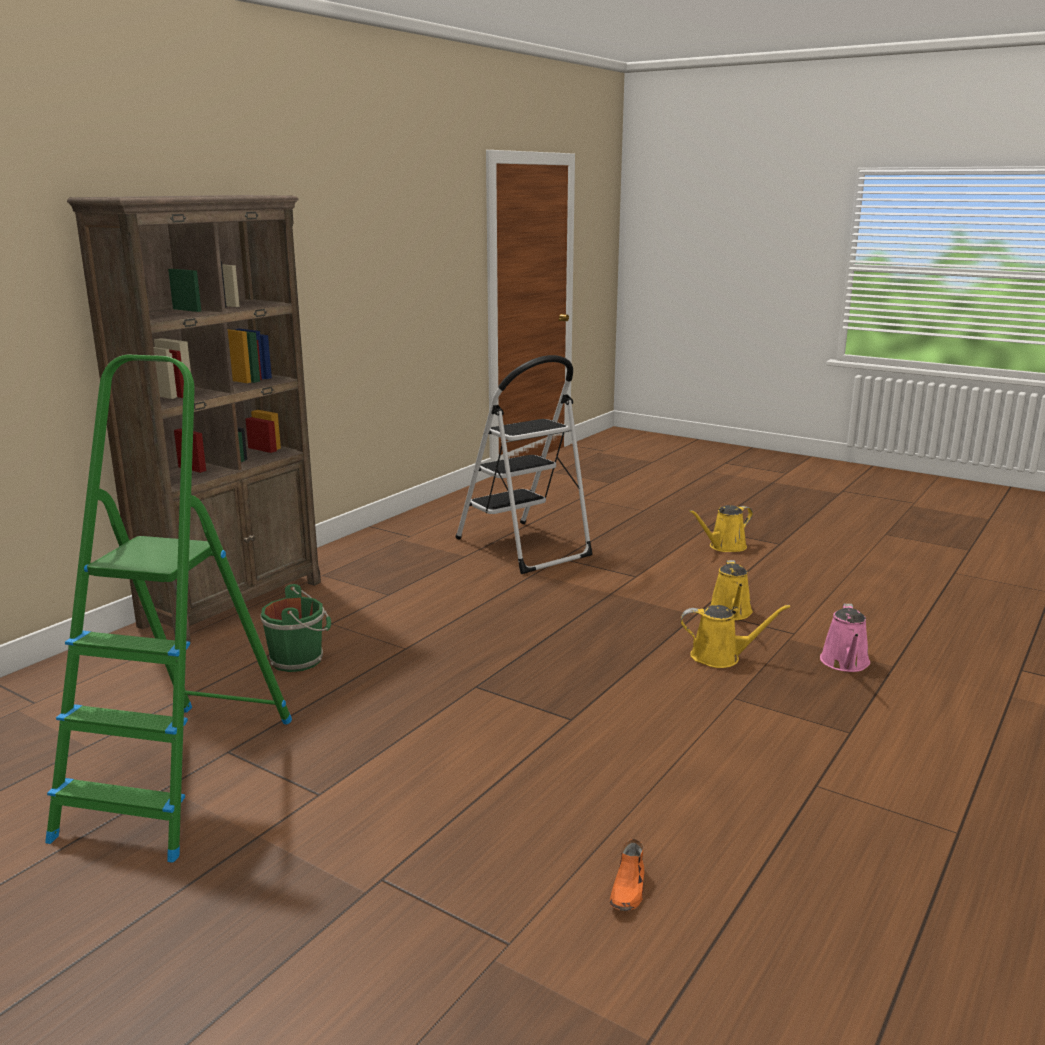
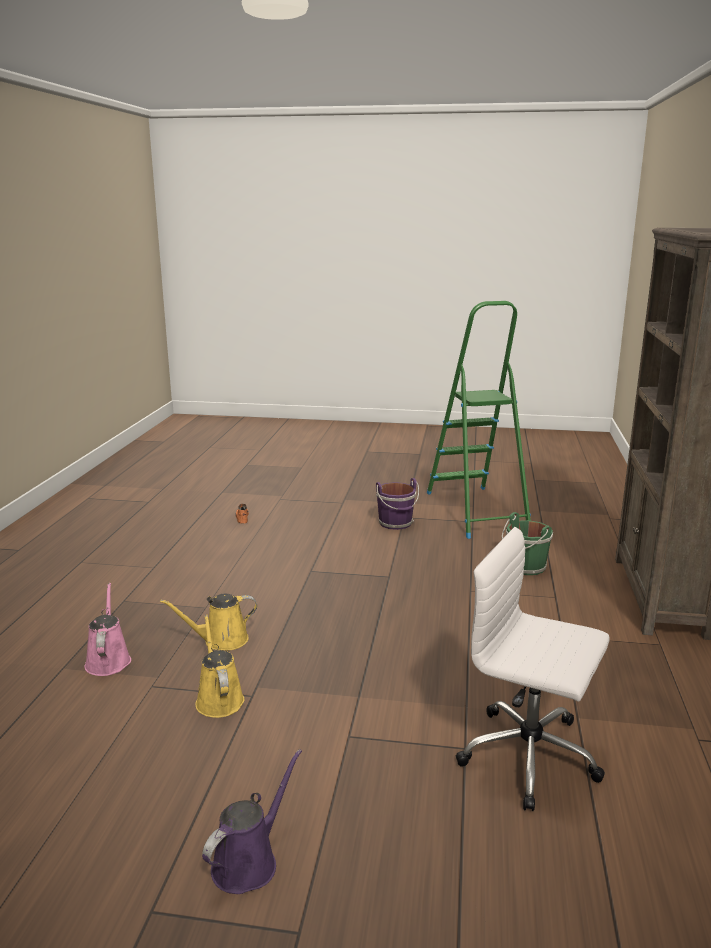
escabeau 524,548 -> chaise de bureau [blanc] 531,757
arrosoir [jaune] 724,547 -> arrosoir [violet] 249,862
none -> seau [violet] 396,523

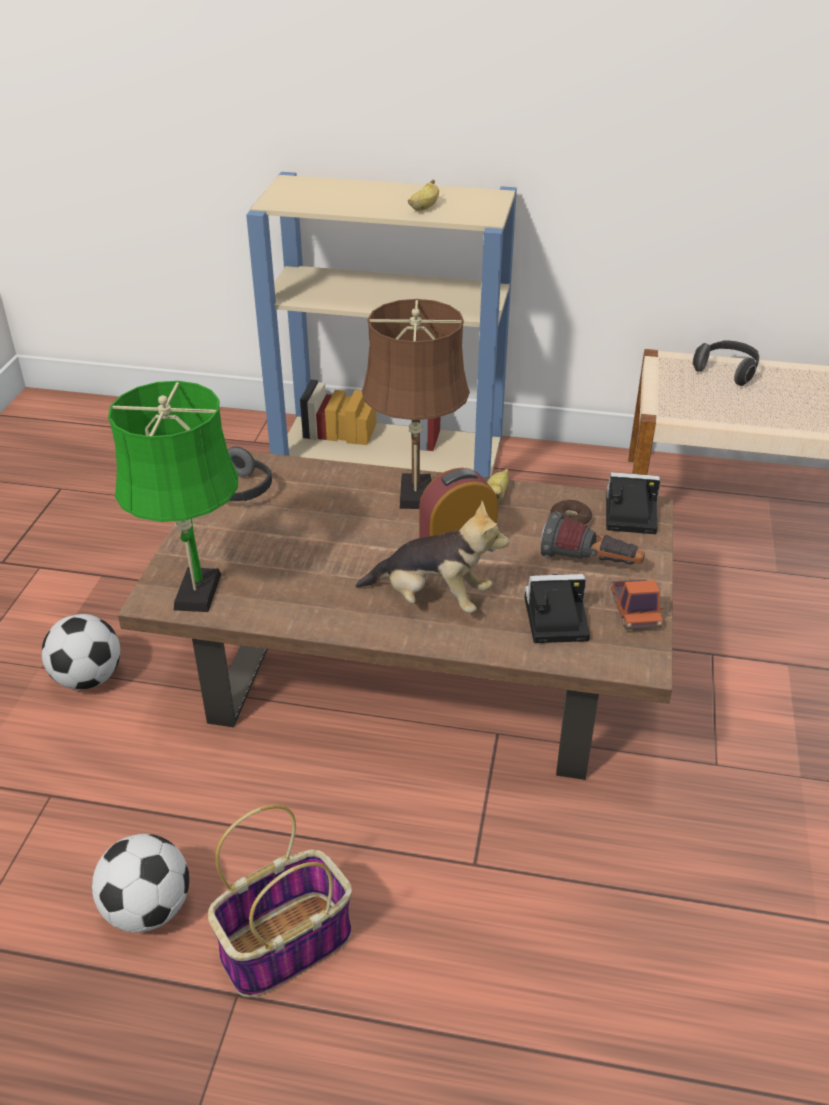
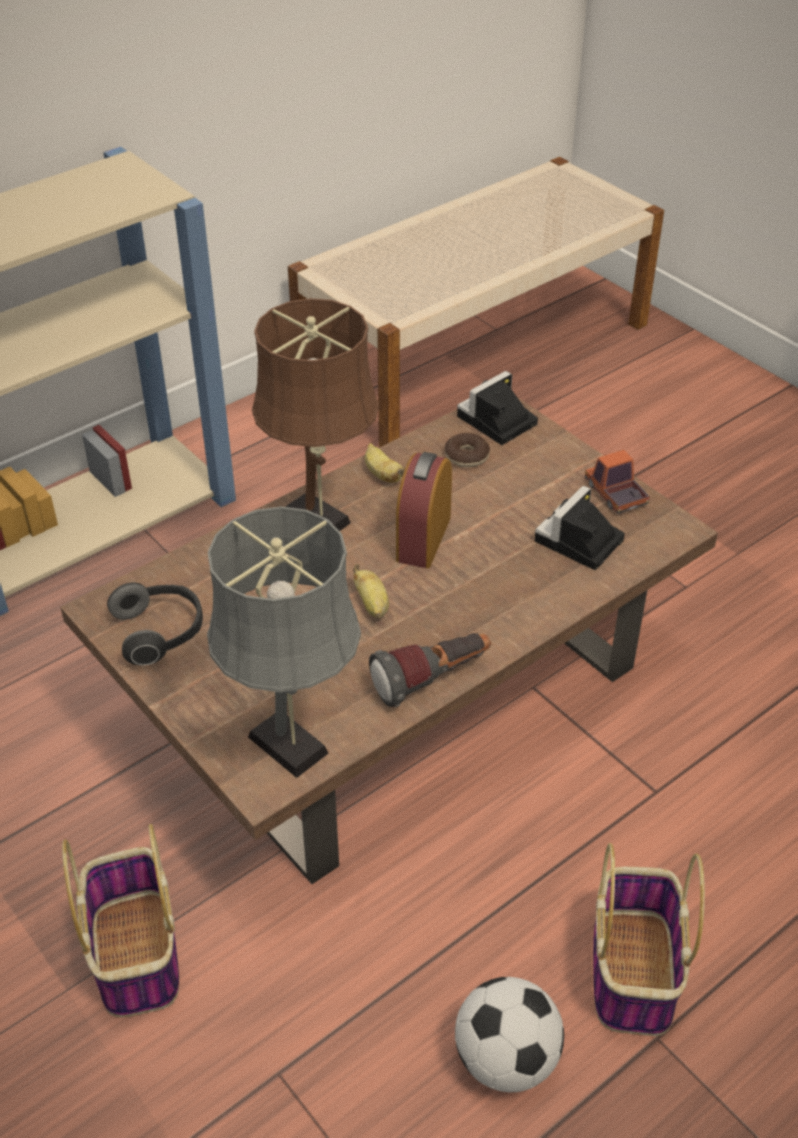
ballon de foot 88,678 -> panier 135,952
lampe de table [vert] 196,596 -> lampe de table [gris] 293,750
peluche 432,599 -> none
banane 424,208 -> banane 372,605, move
lampe de poche 590,563 -> lampe de poche 432,680, move
camion jouet 635,611 -> camion jouet 615,494, 150 degrees counterclockwise
casque audio 727,371 -> none

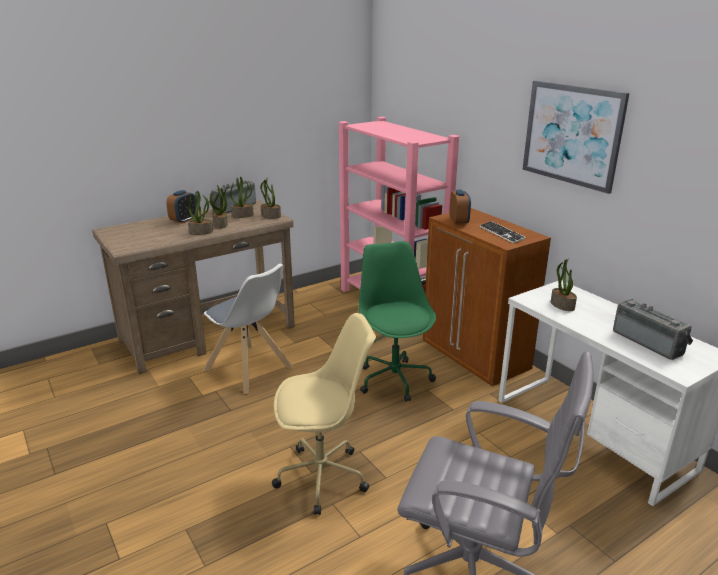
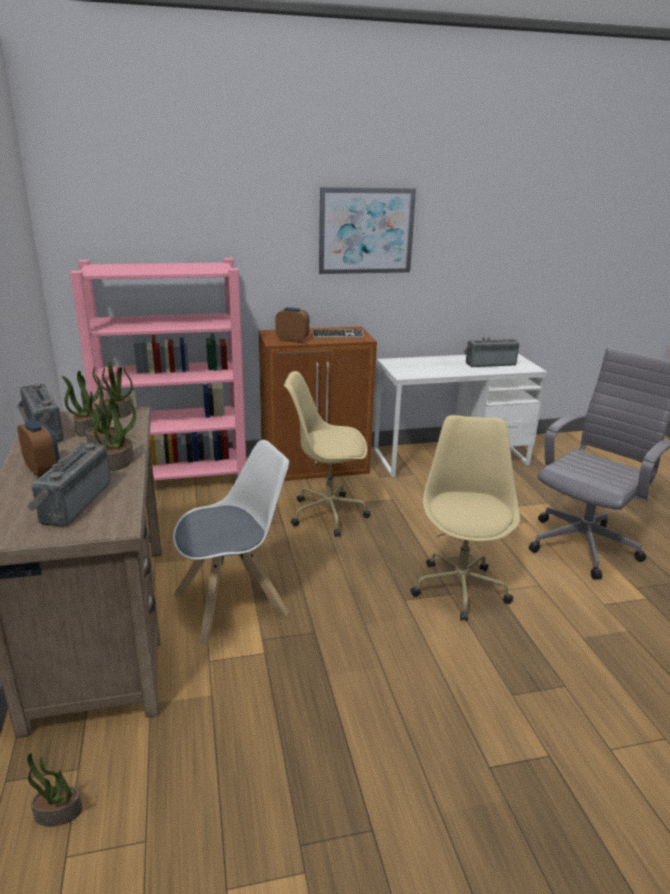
chaise de bureau [vert] 394,379 -> chaise de bureau [beige] 326,514
plante en pot 561,305 -> plante en pot 57,814, move
none -> radio 72,502

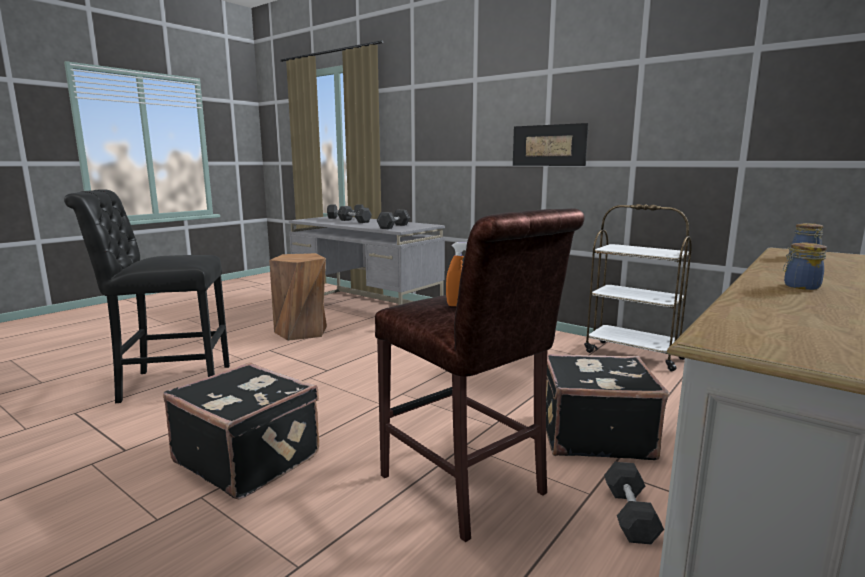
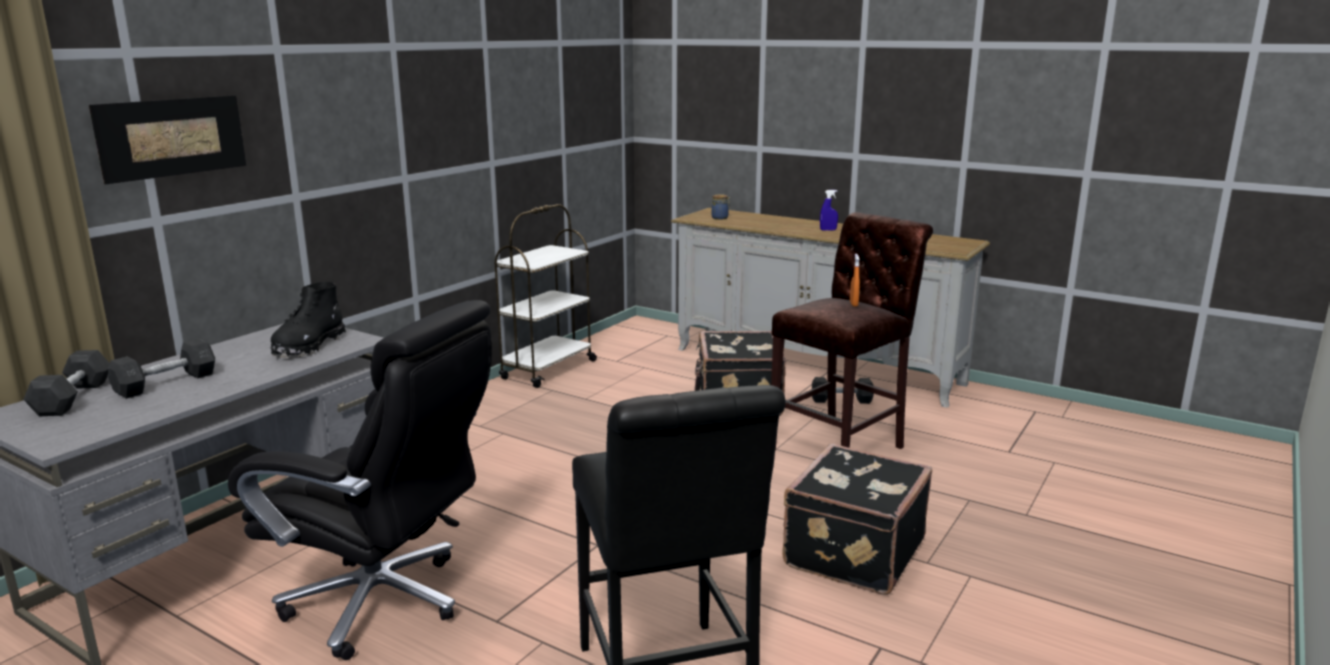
tabouret [marron] 302,332 -> chaise de bureau [noir] 386,605
haltère [gris] 394,226 -> botte [noir] 309,346
tableau 549,145 -> tableau 172,137, move
bocal 800,286 -> vaporisateur [bleu] 828,230

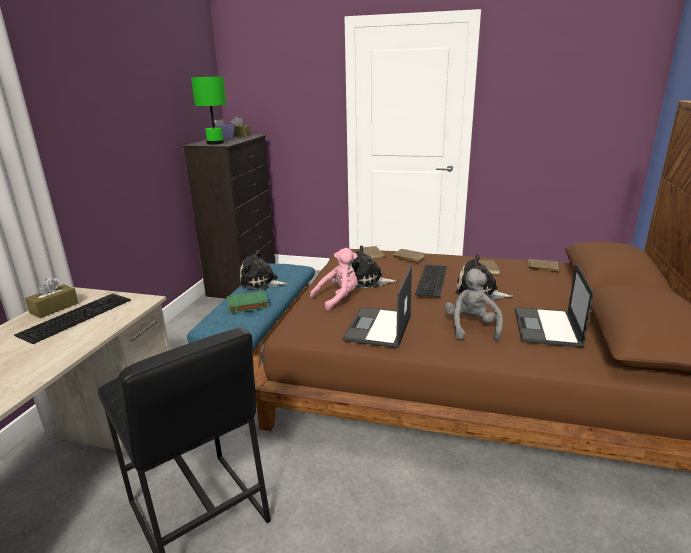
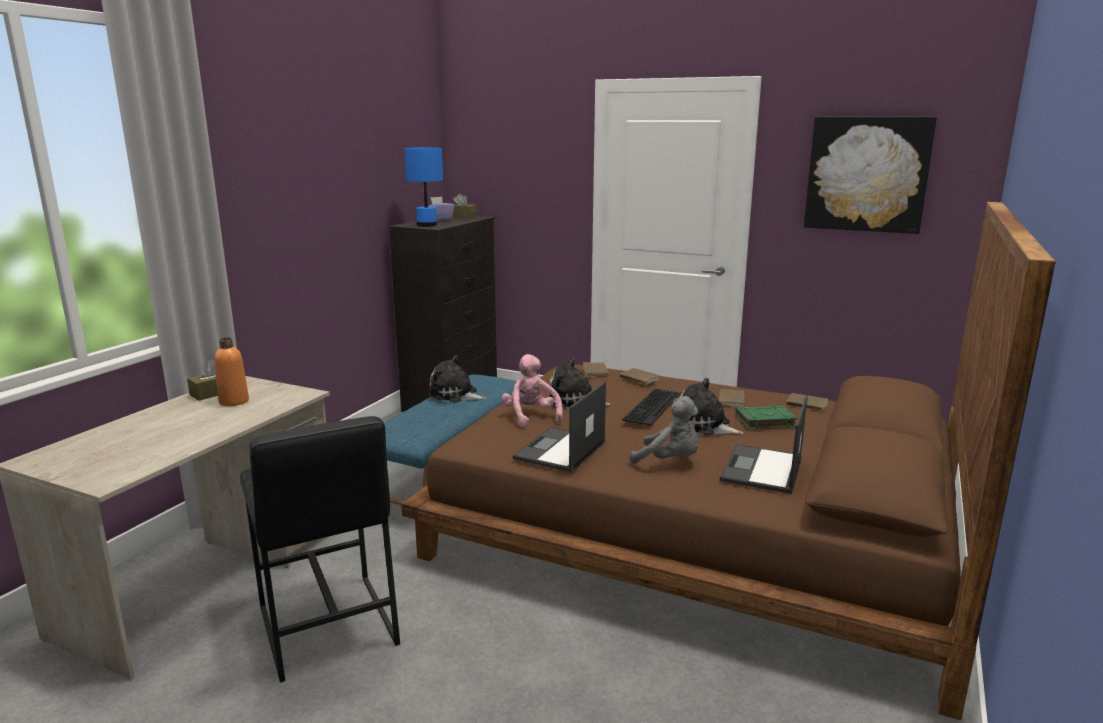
clavier 76,316 -> bouteille [orange] 234,401
lampe de table [vert] 215,143 -> lampe de table [bleu] 426,225
livre [vert] 247,305 -> livre [vert] 764,421, move
peluche [rose] 338,298 -> peluche [rose] 531,416, 90 degrees counterclockwise
peluche [gris] 471,327 -> peluche [gris] 669,461, 105 degrees clockwise
none -> tableau 867,174

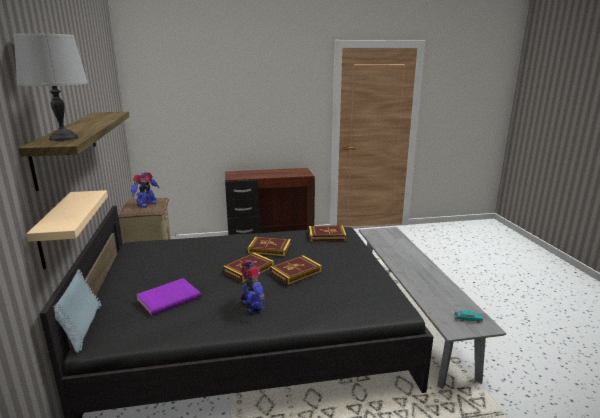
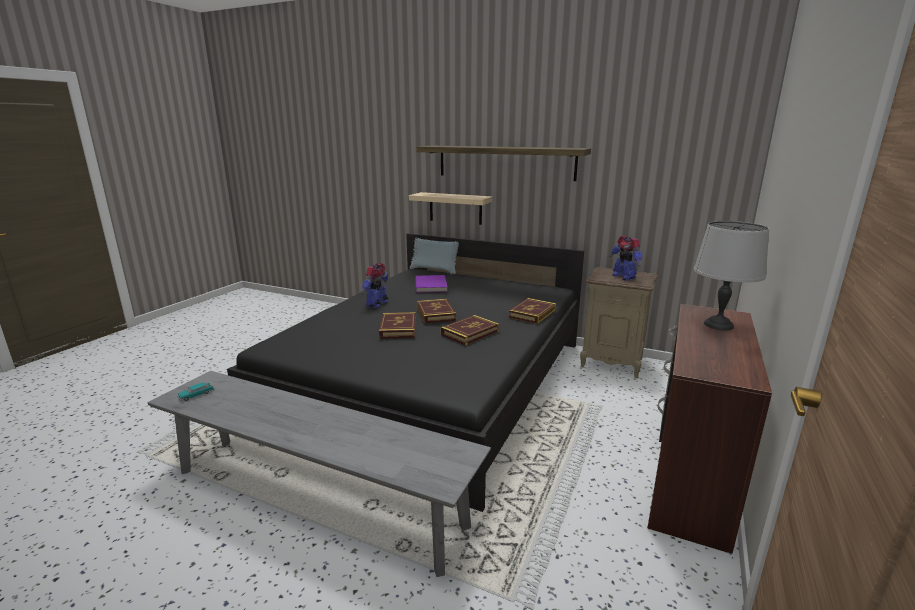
lampe de table [gris] 63,138 -> lampe de table [gris] 717,325, move
robot jouet 252,306 -> robot jouet 377,304, 105 degrees clockwise
livre 327,236 -> livre 532,313, move

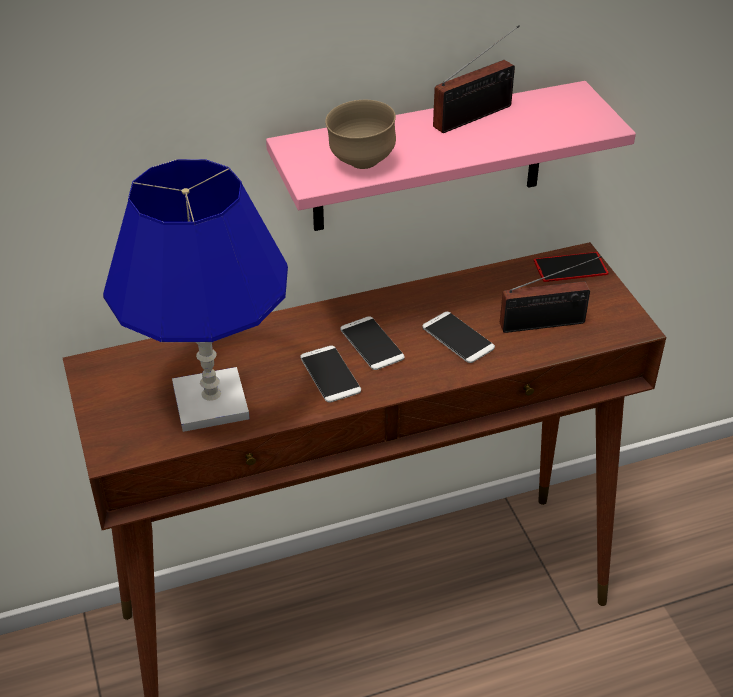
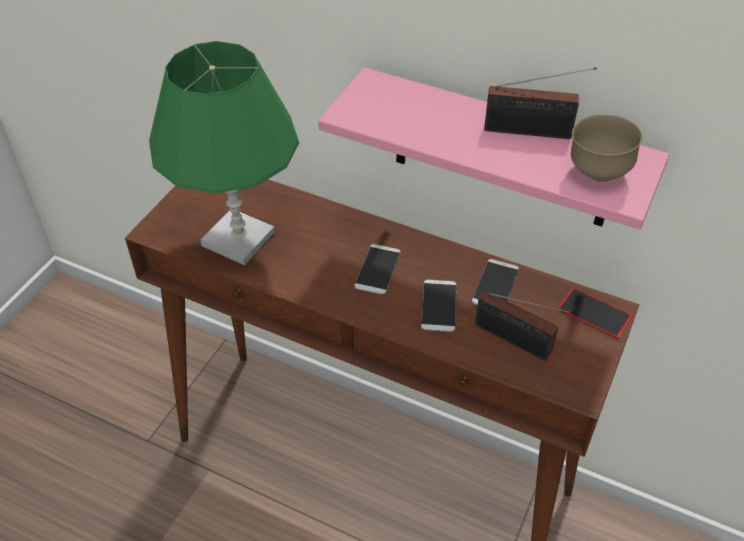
lampe de table [bleu] 211,401 -> lampe de table [vert] 239,239
téléphone 330,374 -> téléphone 495,285, move
bol [marron] 361,163 -> bol [marron] 597,173, move

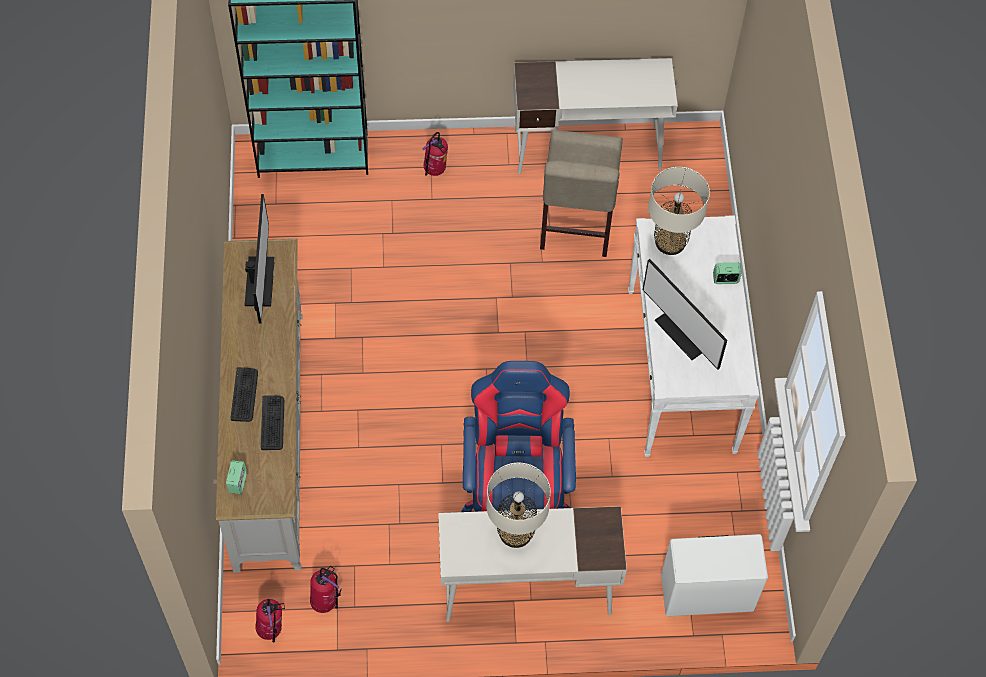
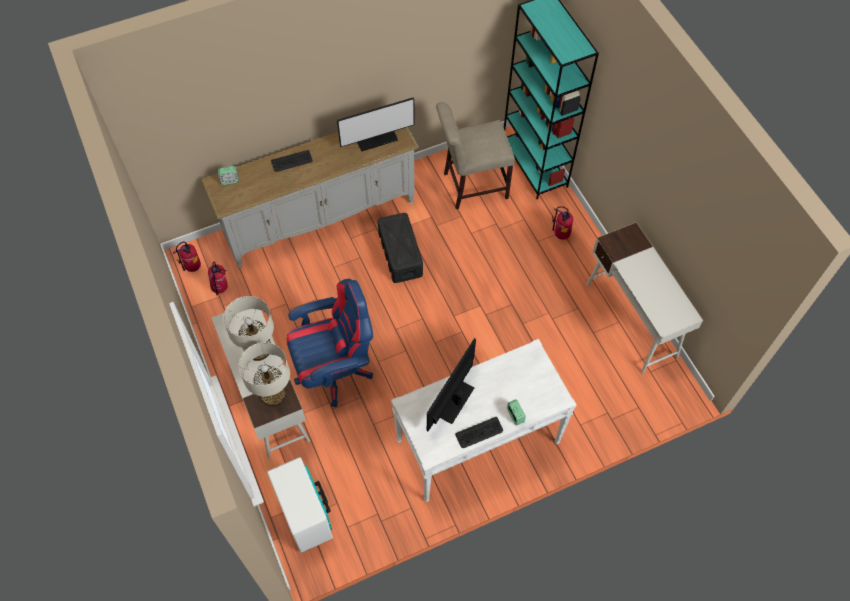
clavier 272,423 -> clavier 479,433, move
chaise [beige] 575,225 -> chaise [beige] 471,186, move
lampe de table 670,242 -> lampe de table 273,395, move
none -> boîte de rangement [noir] 400,254

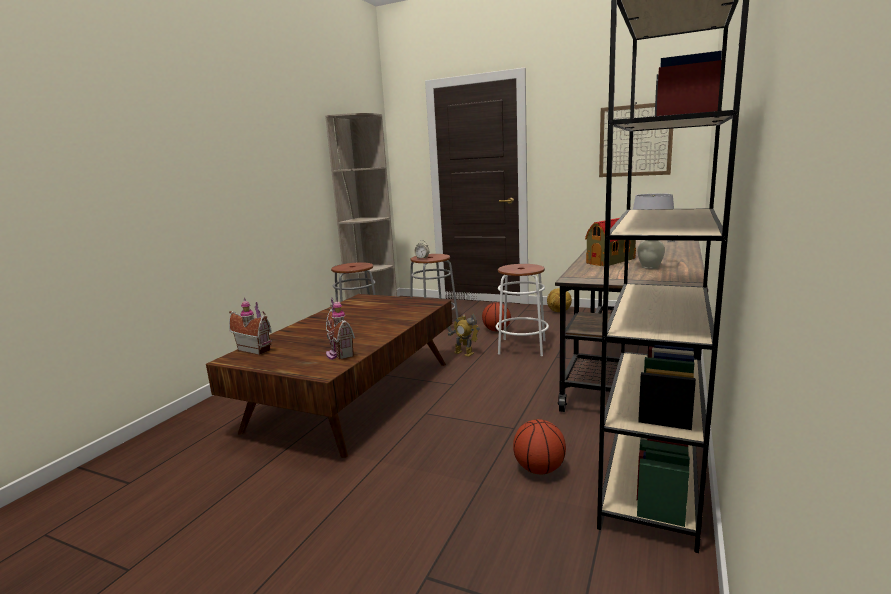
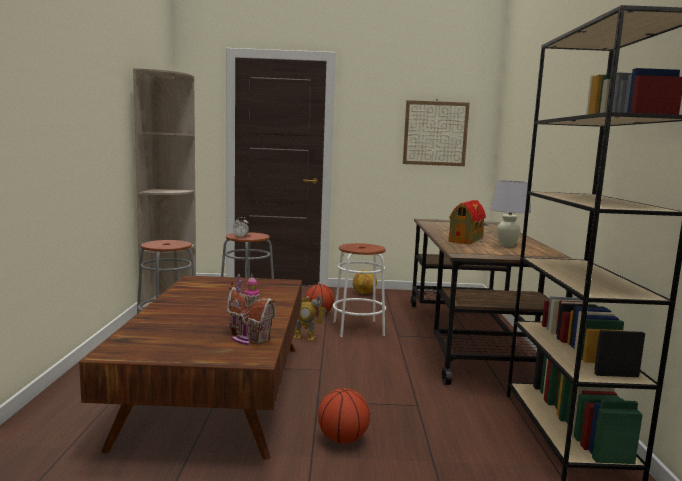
maison miniature 256,349 -> none
ballon de basket 539,469 -> ballon de basket 342,439, move

